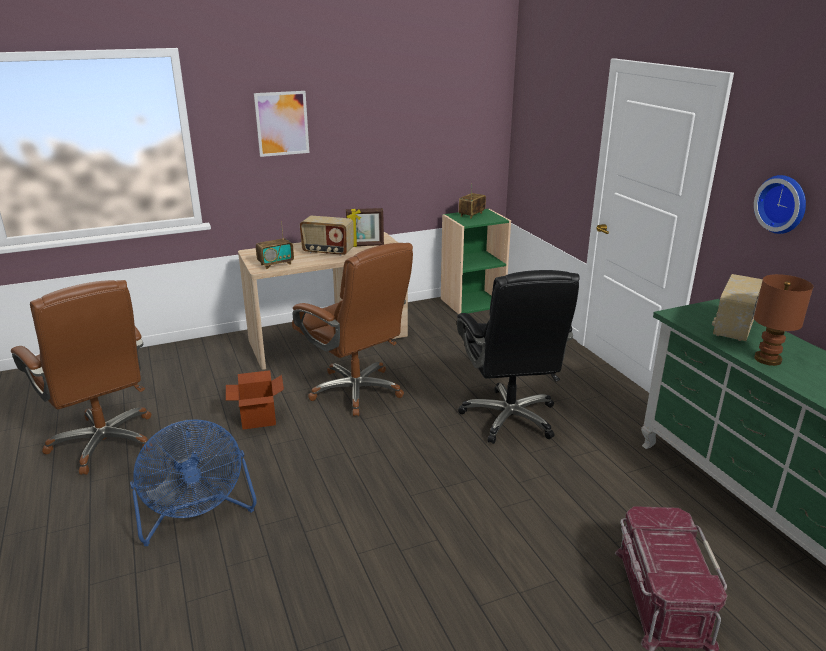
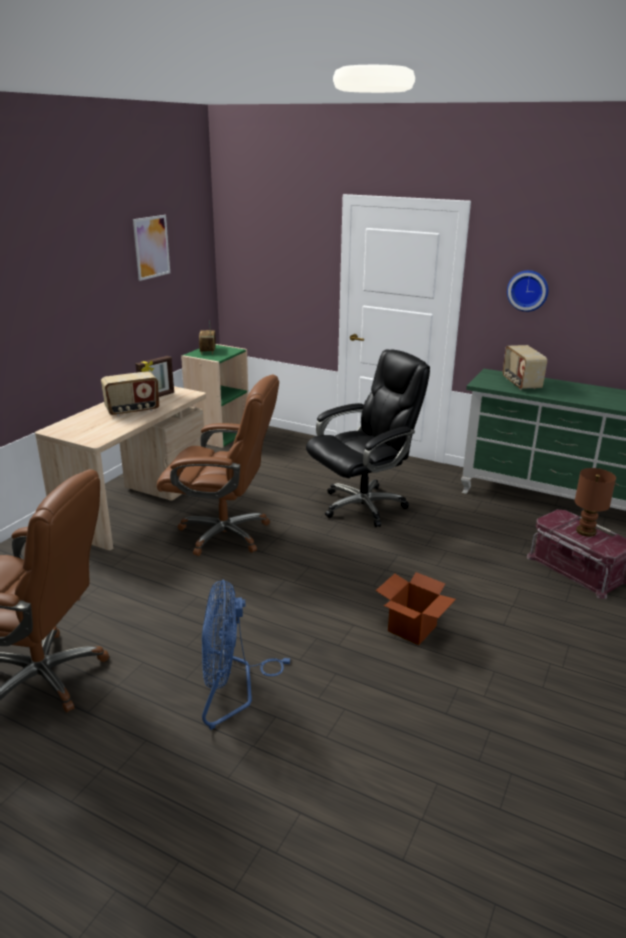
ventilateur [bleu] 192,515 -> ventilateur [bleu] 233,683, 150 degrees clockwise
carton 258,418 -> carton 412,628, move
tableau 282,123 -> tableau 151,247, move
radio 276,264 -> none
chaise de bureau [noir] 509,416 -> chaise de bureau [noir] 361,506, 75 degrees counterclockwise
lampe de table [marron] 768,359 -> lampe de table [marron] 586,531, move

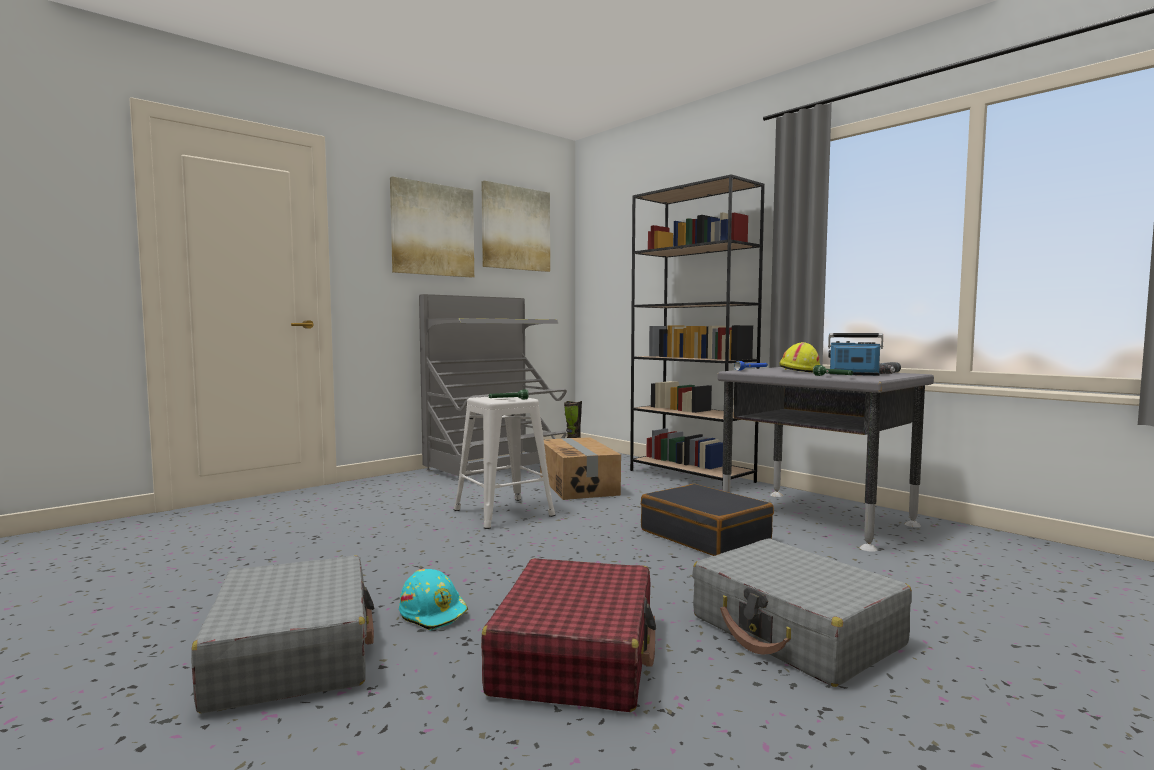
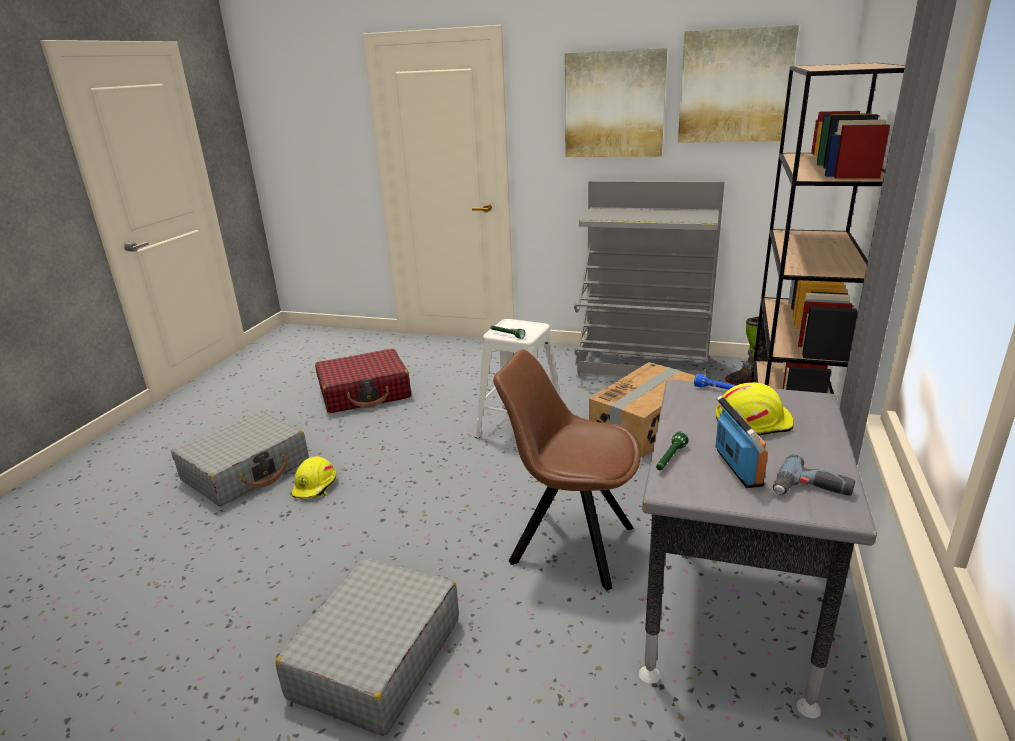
casque de chantier [turquoise] 434,613 -> casque de chantier [jaune] 316,486
valise [rouge] 576,655 -> valise [rouge] 365,393, move
valise [noir] 705,535 -> chaise [marron] 571,545

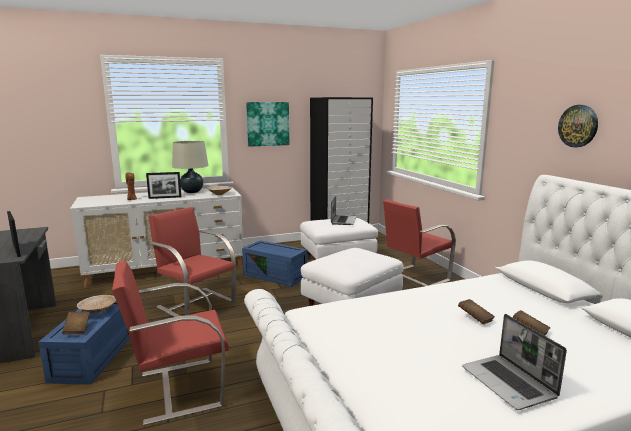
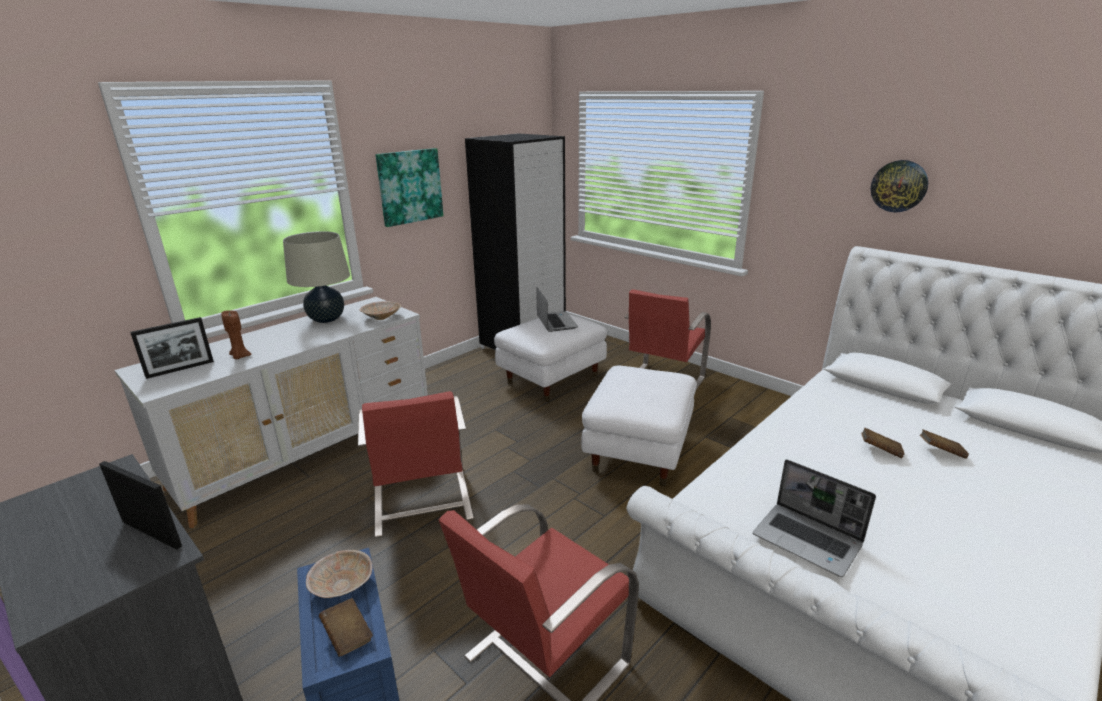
cadre photo 165,197 -> cadre photo 180,369, move
chaise [rouge] 196,304 -> chaise [rouge] 421,504, 120 degrees counterclockwise
boîte de rangement [bleu] 276,276 -> none
ordinateur portable 509,383 -> ordinateur portable 808,540, move

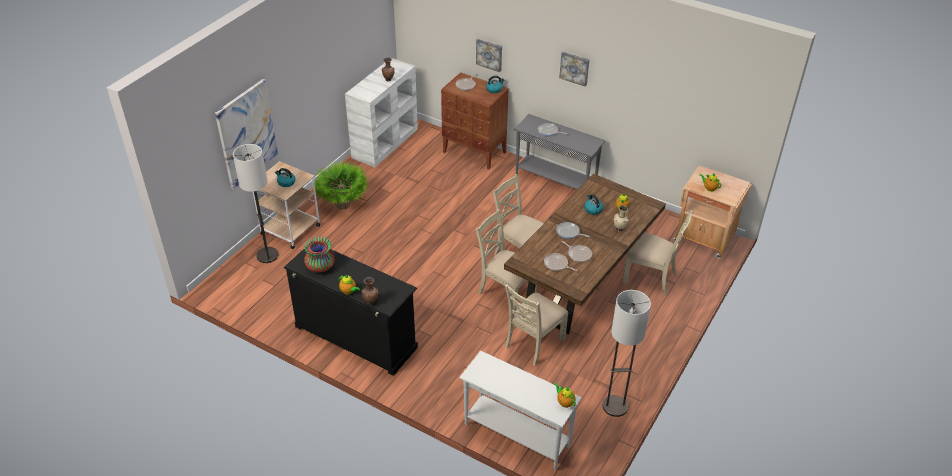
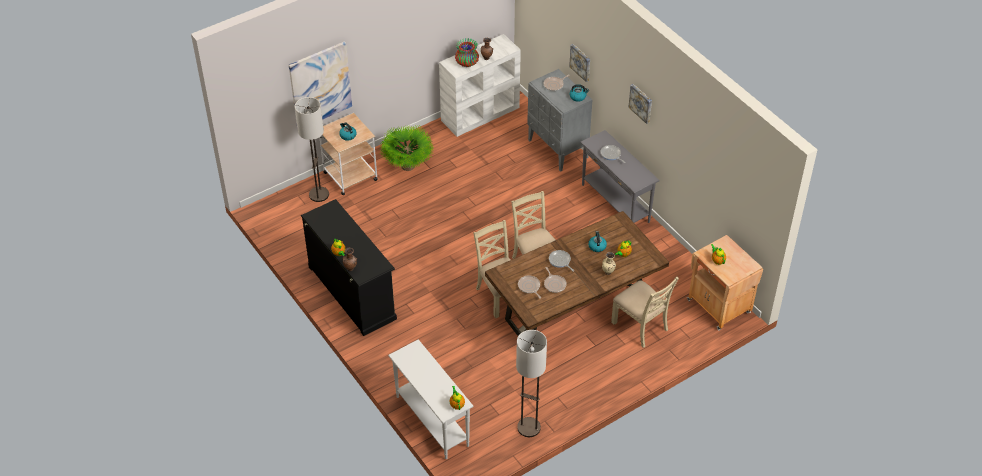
vase 320,267 -> vase 467,63, move
commode [marron] 474,153 -> commode [gris] 557,149
chaise [beige] 533,342 -> none

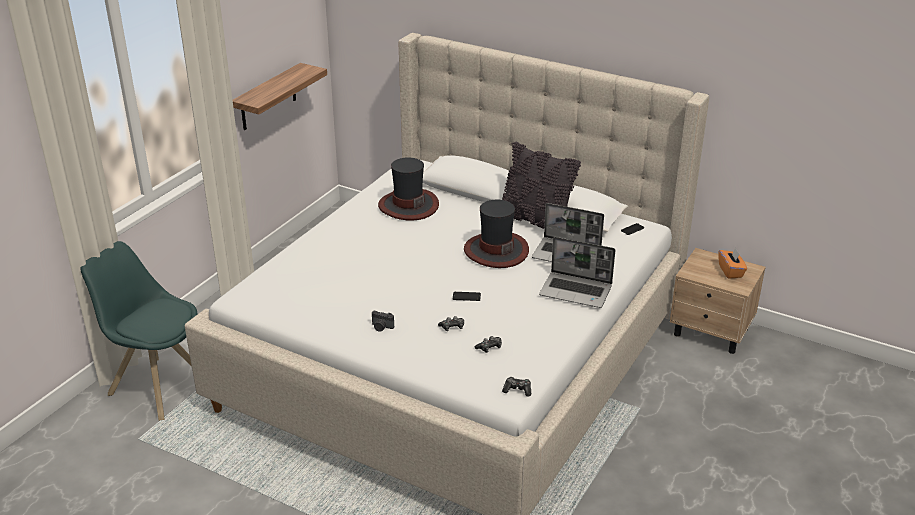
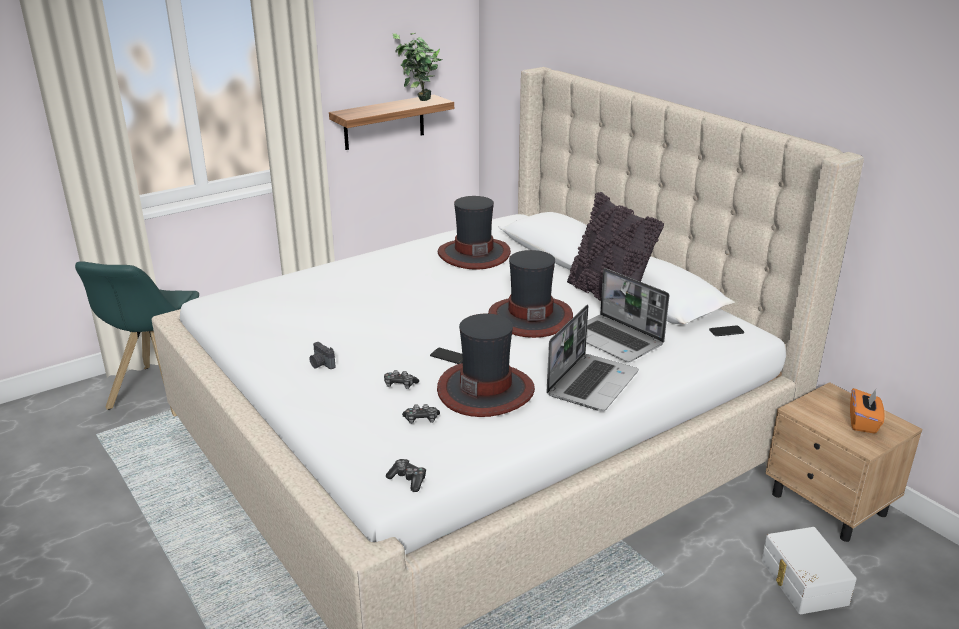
chaise [turquoise] 158,387 -> chaise [turquoise] 160,391, 135 degrees counterclockwise
ordinateur portable 576,291 -> ordinateur portable 592,383, 105 degrees counterclockwise
none -> plante en pot 419,101
none -> chapeau 486,390
none -> boîte de rangement [blanc] 802,582

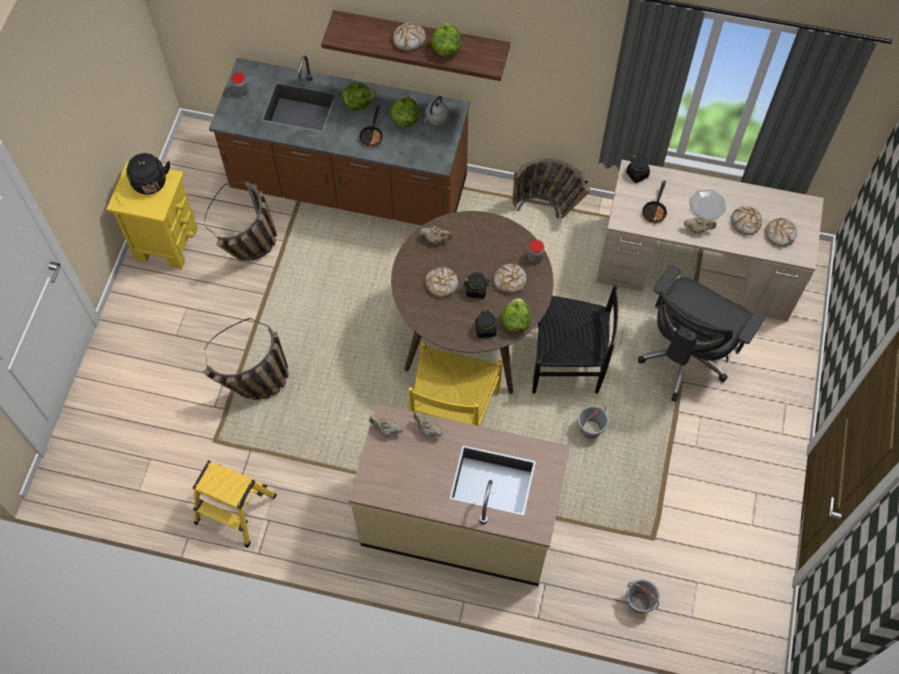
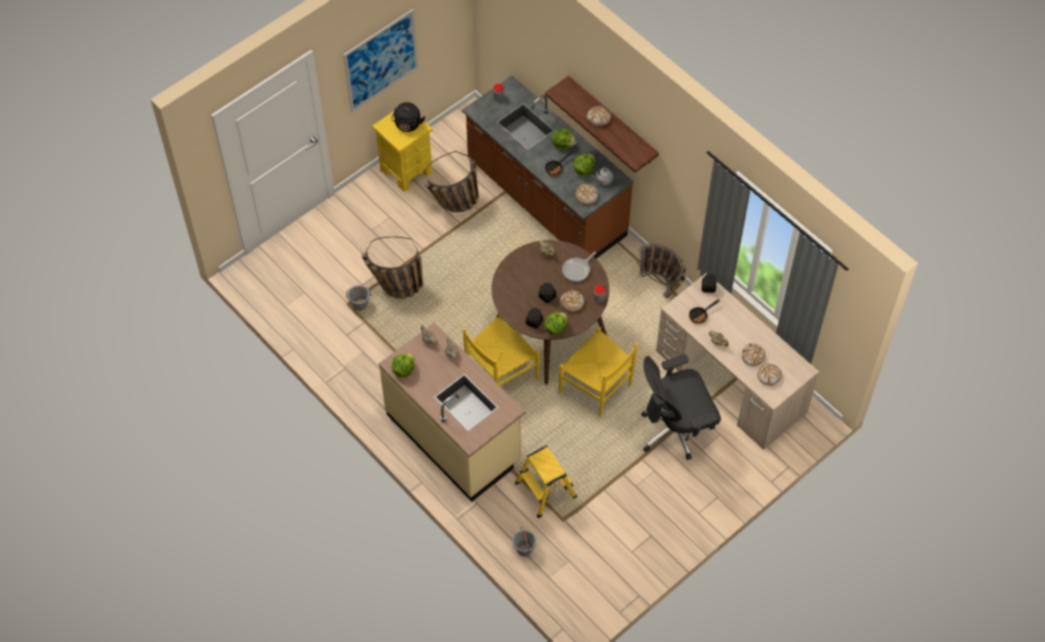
escabeau [jaune] 235,508 -> escabeau [jaune] 545,489, move
pain 441,284 -> pain 586,196, move
laitue 446,49 -> laitue 403,370, move
chaise [noir] 568,362 -> chaise [jaune] 597,387
seau [gris] 590,430 -> seau [gris] 360,304, move
assiette 707,205 -> none
none -> tableau 381,60
none -> poêle 577,270

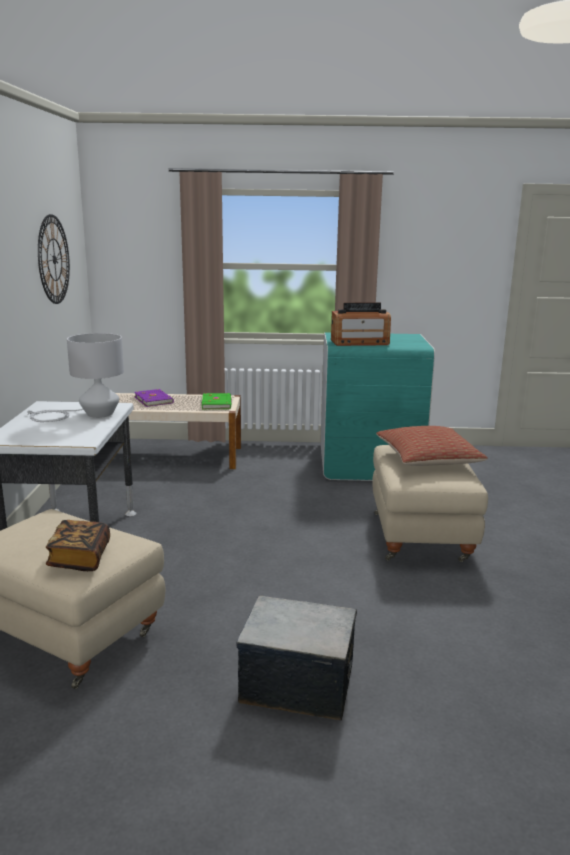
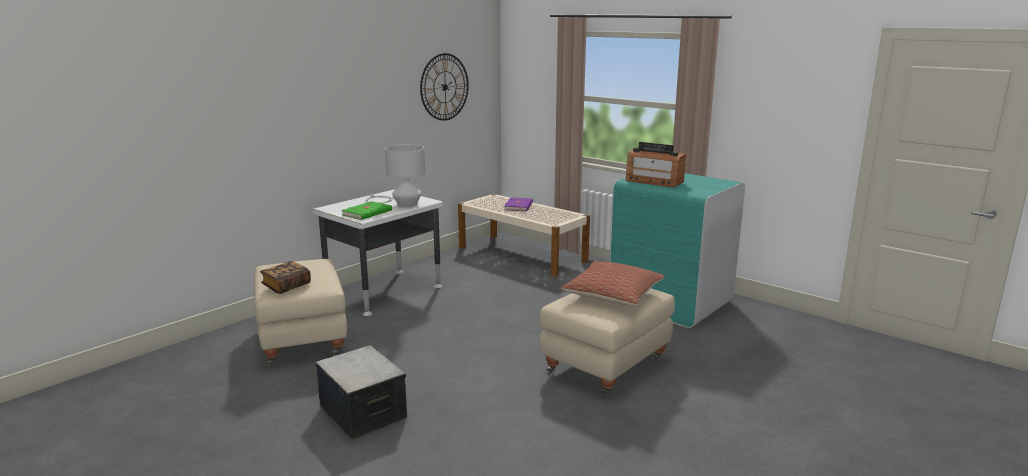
livre [vert] 217,403 -> livre [vert] 368,213, move

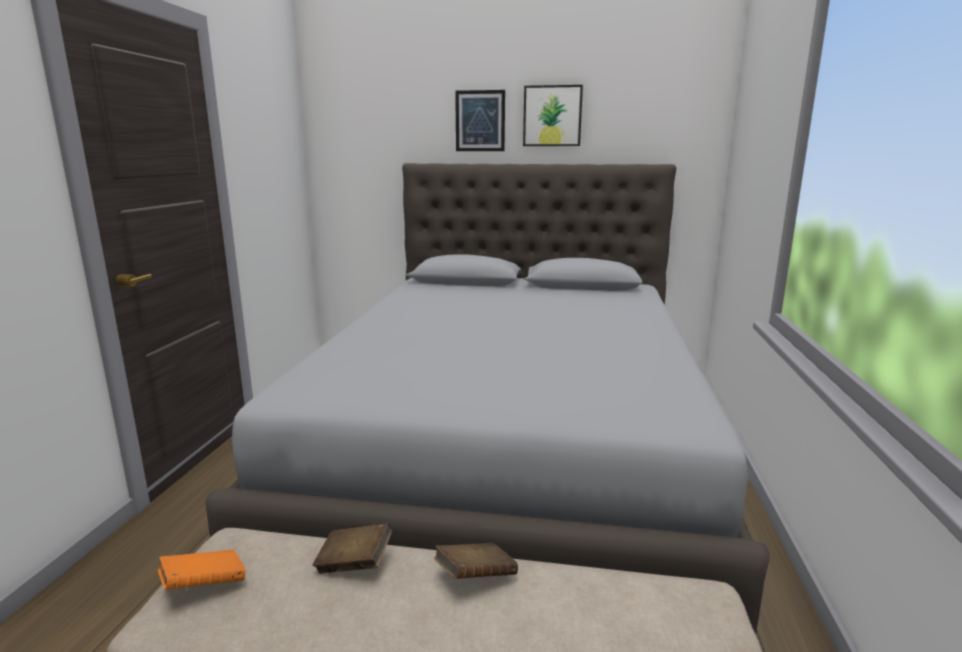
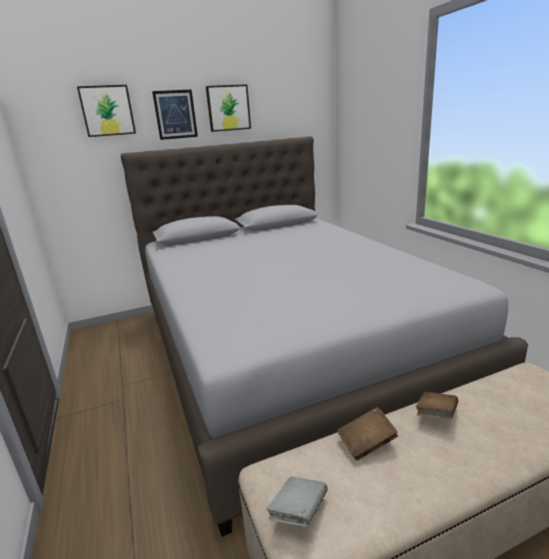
livre [orange] 204,586 -> livre [gris] 298,511
none -> tableau 107,111

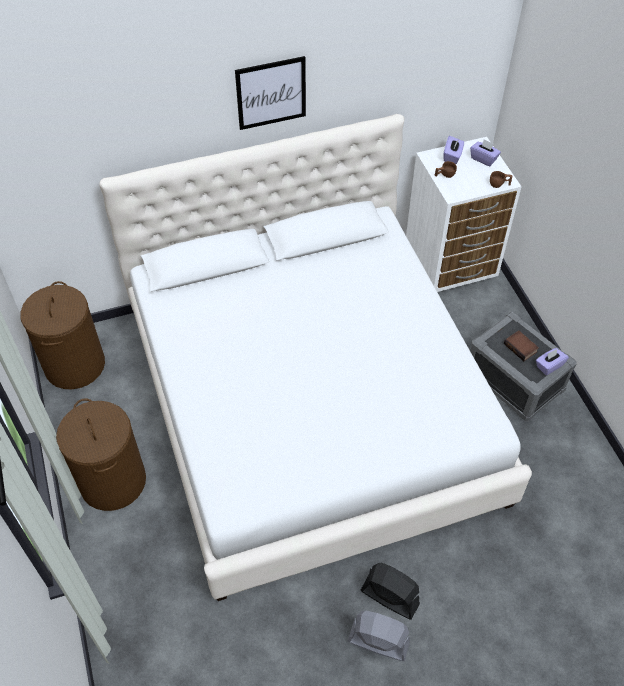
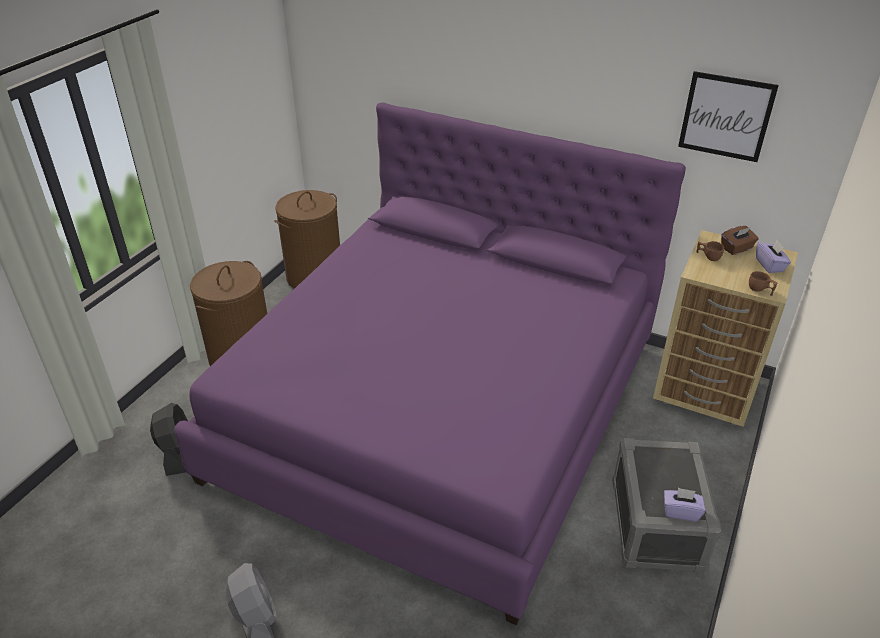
lit [blanc] 311,404 -> lit [violet] 440,408
tableau 271,93 -> tableau 726,116, move
ventilateur [noir] 389,597 -> ventilateur [noir] 177,453, move
commode [blanc] 450,265 -> commode [marron] 704,392
boîte à mouchoirs [violet] 452,156 -> boîte à mouchoirs [marron] 736,248
livre 521,347 -> none

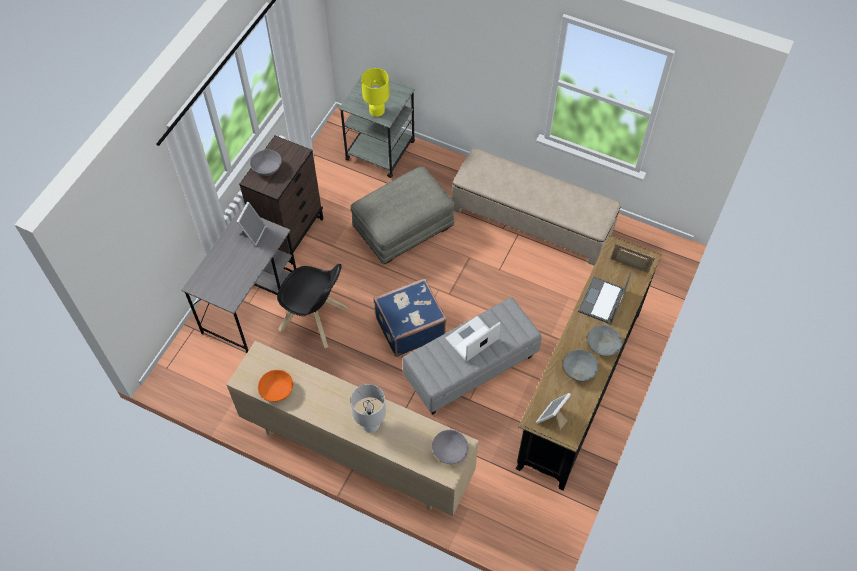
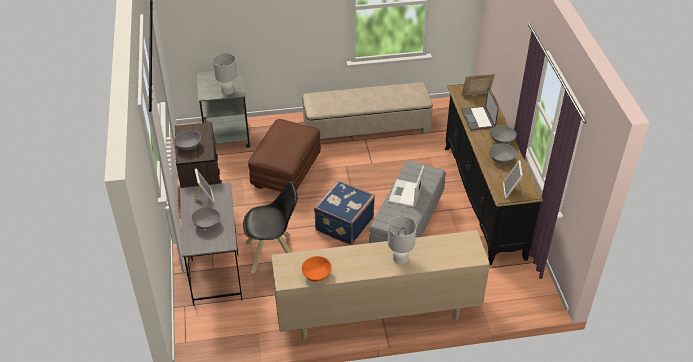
pouf [gris] 403,229 -> pouf [marron] 286,171
lampe de table [jaune] 376,111 -> lampe de table [gris] 227,91
bol [gris] 449,451 -> bol [gris] 206,224, move

